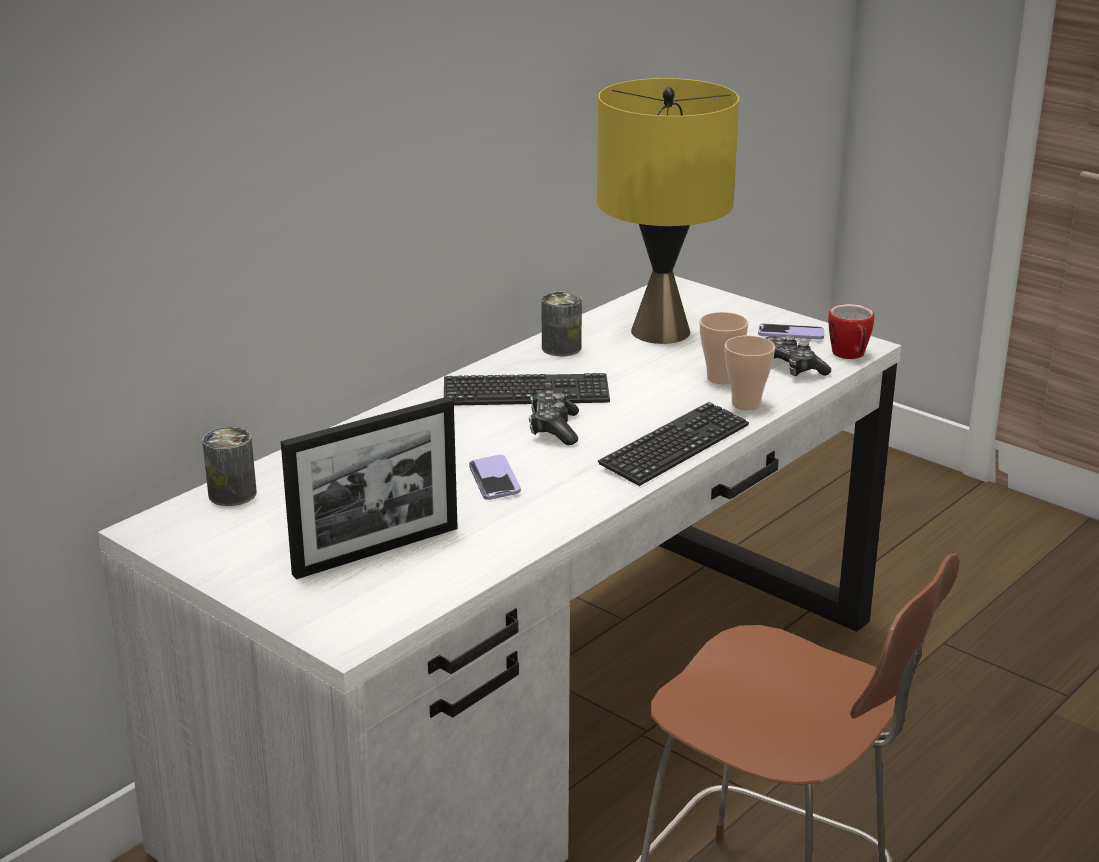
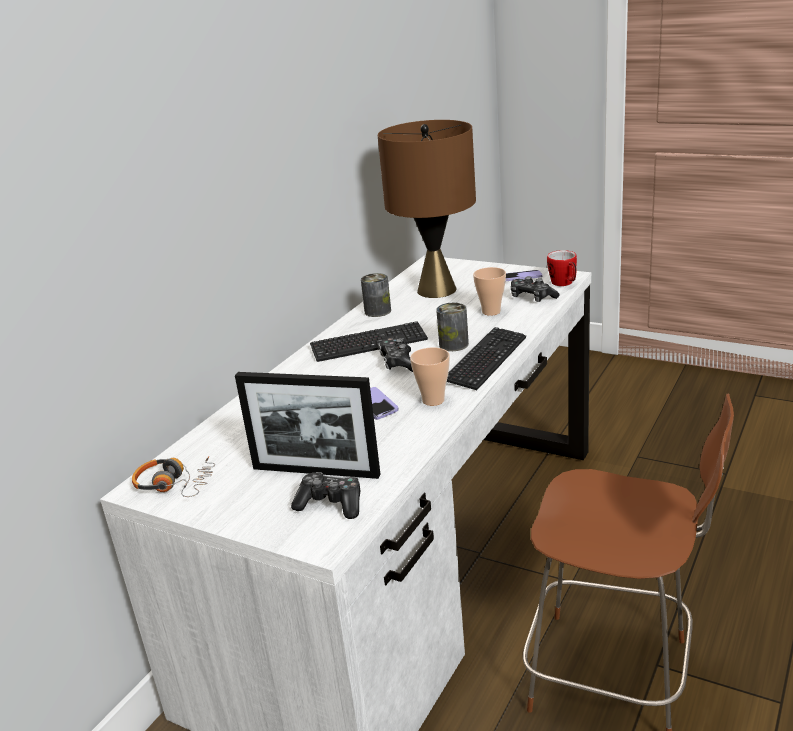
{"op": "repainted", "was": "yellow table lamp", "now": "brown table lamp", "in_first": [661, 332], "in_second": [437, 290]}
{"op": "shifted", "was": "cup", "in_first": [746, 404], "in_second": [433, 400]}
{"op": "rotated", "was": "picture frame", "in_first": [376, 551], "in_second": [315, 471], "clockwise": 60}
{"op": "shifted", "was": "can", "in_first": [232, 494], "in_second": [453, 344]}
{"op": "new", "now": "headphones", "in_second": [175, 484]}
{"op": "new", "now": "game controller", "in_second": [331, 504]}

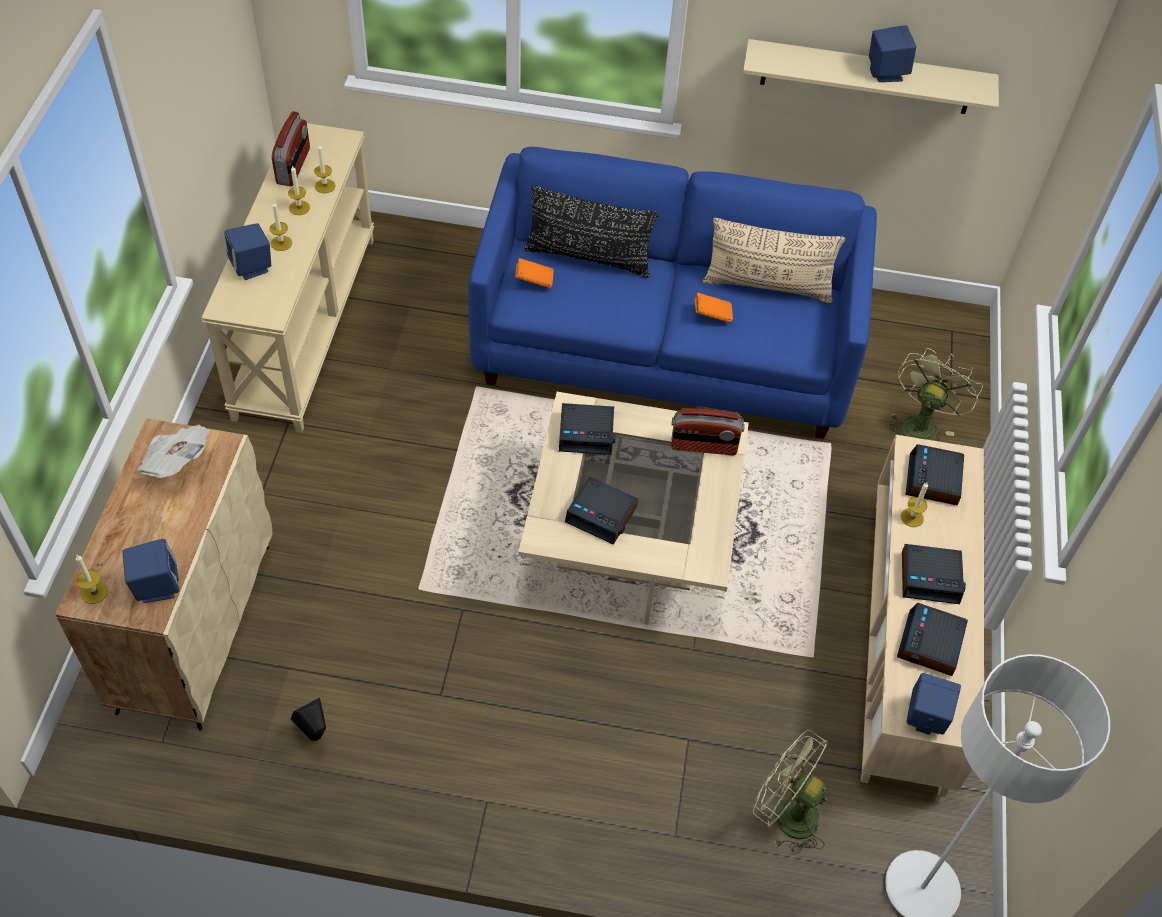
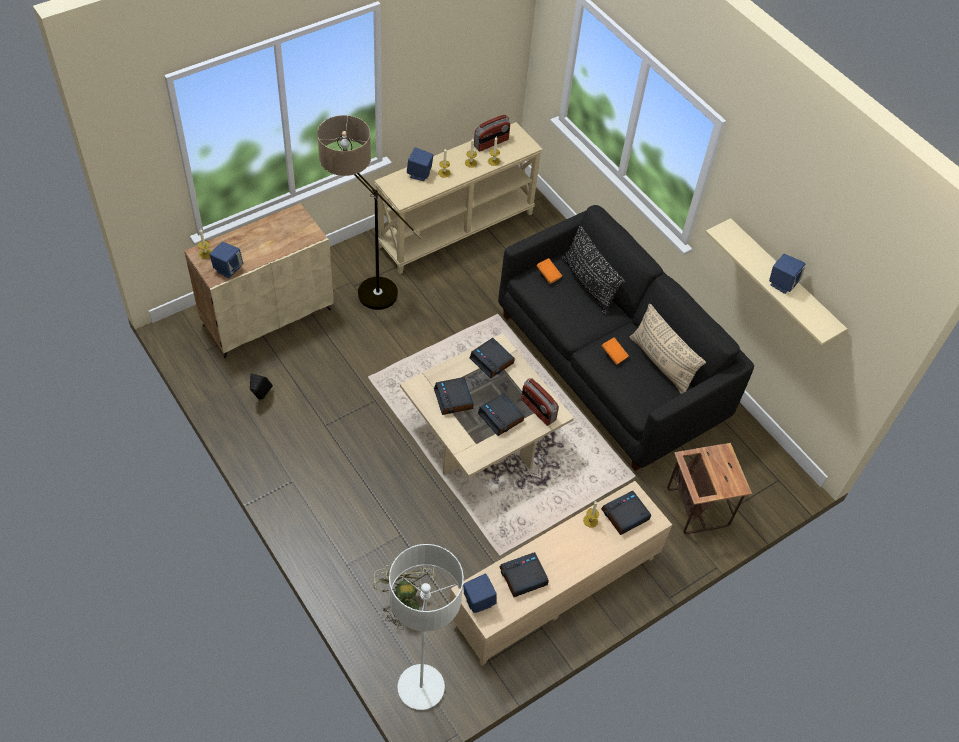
{"op": "repainted", "was": "blue sofa", "now": "black sofa", "in_first": [665, 348], "in_second": [610, 367]}
{"op": "swapped", "was": "green fan", "now": "side table", "in_first": [920, 424], "in_second": [697, 507]}
{"op": "gone", "was": "newspaper", "in_first": [176, 462]}
{"op": "shifted", "was": "alarm clock", "in_first": [930, 577], "in_second": [501, 417]}
{"op": "new", "now": "floor lamp", "in_second": [363, 288]}

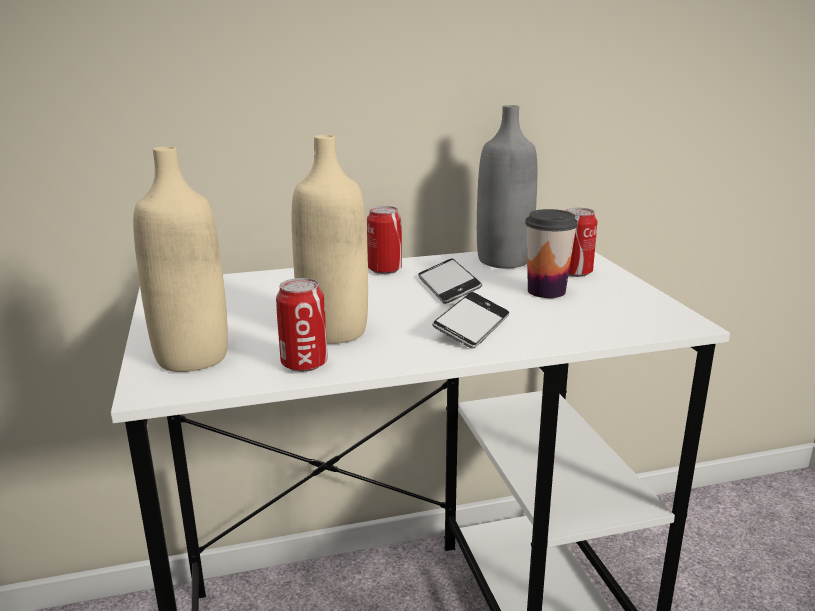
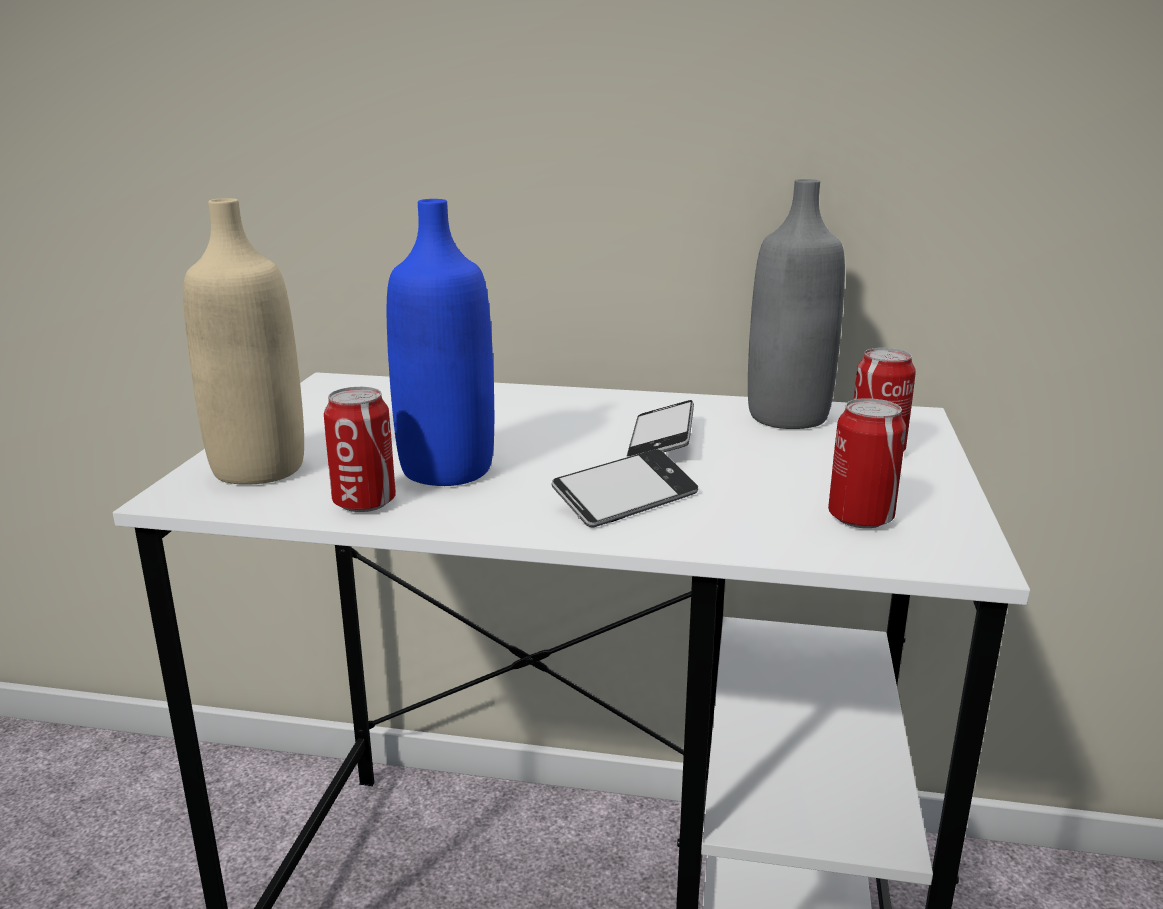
{"op": "repainted", "was": "beige bottle", "now": "blue bottle", "in_first": [334, 331], "in_second": [447, 469]}
{"op": "shifted", "was": "can", "in_first": [385, 270], "in_second": [860, 518]}
{"op": "gone", "was": "cup", "in_first": [546, 291]}

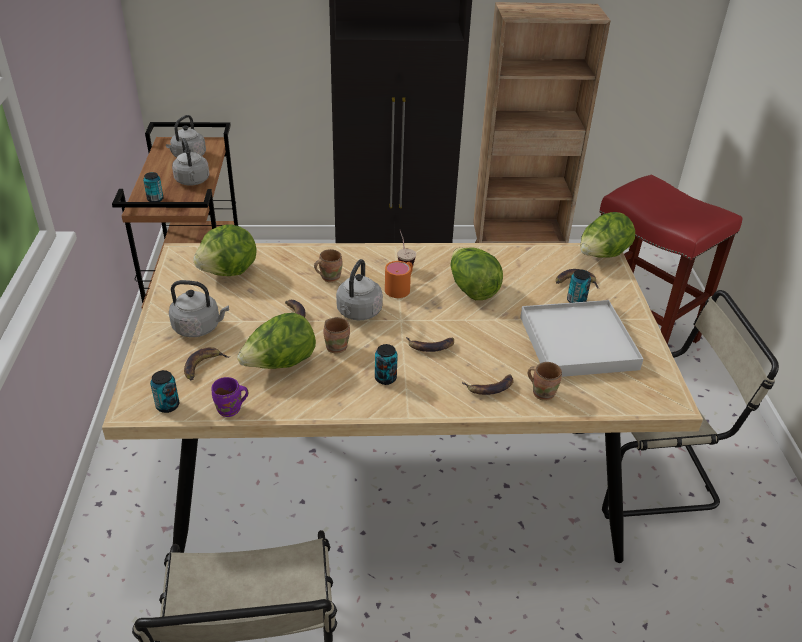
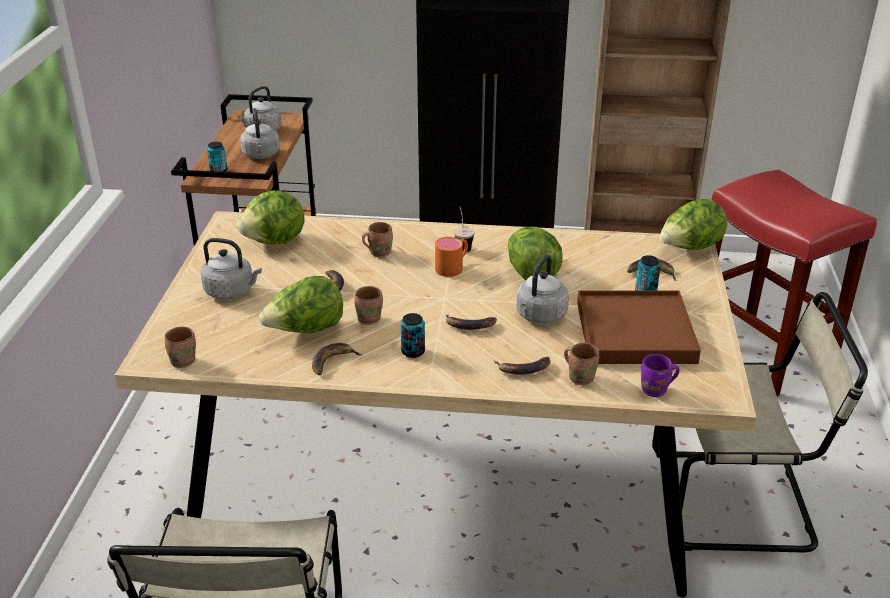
{"op": "shifted", "was": "grey kettle", "in_first": [358, 313], "in_second": [540, 316]}
{"op": "repainted", "was": "white tray", "now": "brown tray", "in_first": [577, 342], "in_second": [634, 332]}
{"op": "shifted", "was": "banana", "in_first": [203, 366], "in_second": [332, 362]}
{"op": "swapped", "was": "can", "now": "brown mug", "in_first": [167, 406], "in_second": [183, 360]}
{"op": "shifted", "was": "purple mug", "in_first": [230, 410], "in_second": [656, 391]}

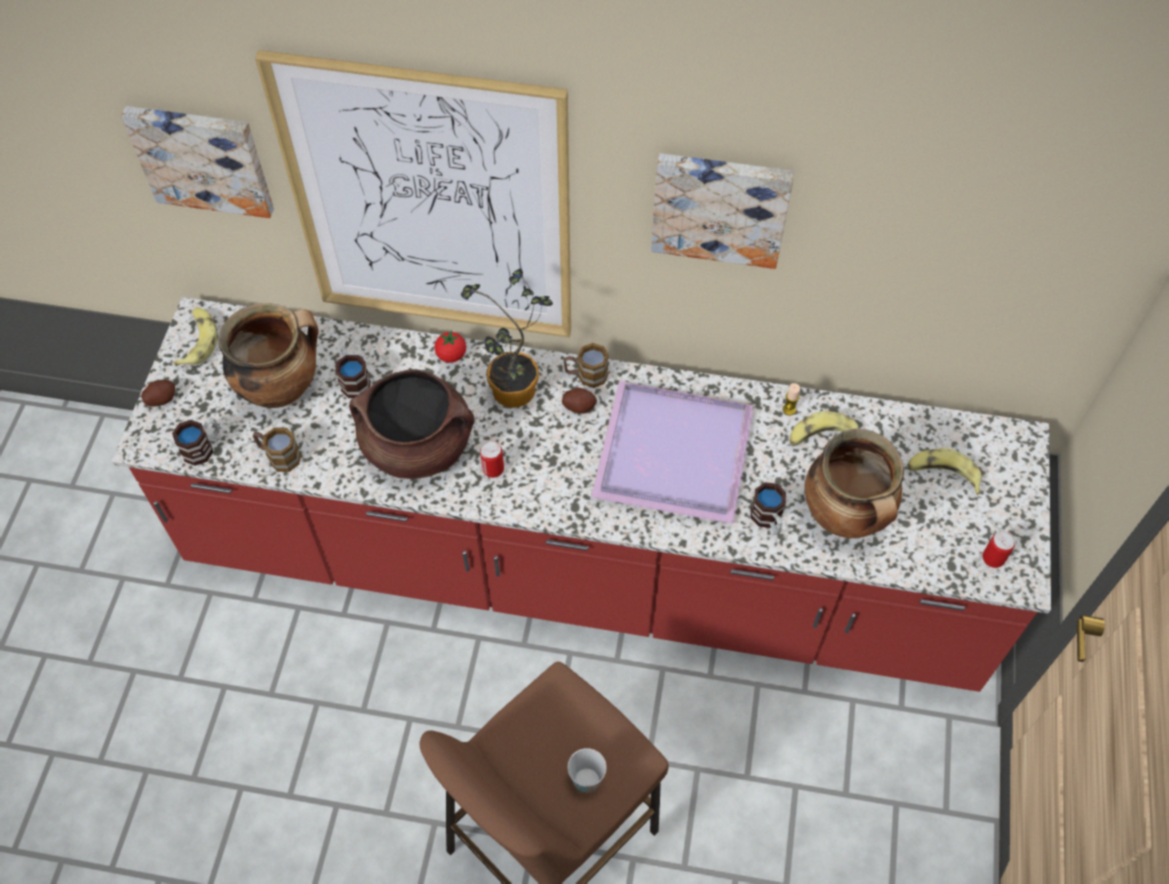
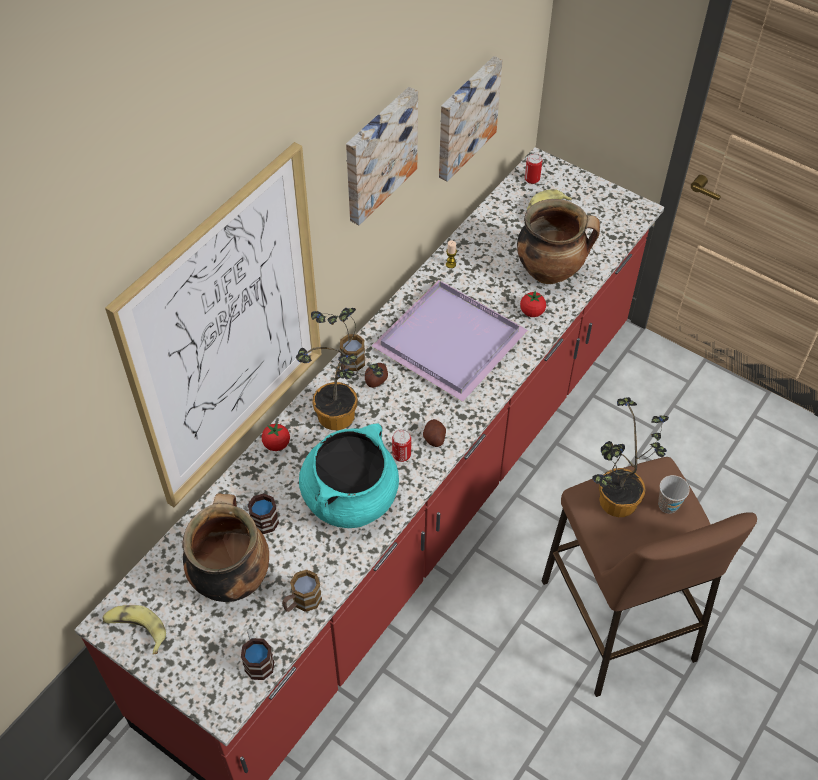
{"op": "shifted", "was": "picture", "in_first": [202, 158], "in_second": [465, 117]}
{"op": "repainted", "was": "brown cooking pot", "now": "turquoise cooking pot", "in_first": [418, 445], "in_second": [350, 497]}
{"op": "shifted", "was": "potato", "in_first": [161, 399], "in_second": [434, 438]}
{"op": "gone", "was": "banana", "in_first": [822, 437]}
{"op": "swapped", "was": "mug", "now": "tomato", "in_first": [768, 520], "in_second": [532, 312]}
{"op": "shifted", "was": "can", "in_first": [992, 559], "in_second": [532, 179]}
{"op": "new", "now": "potted plant", "in_second": [613, 504]}

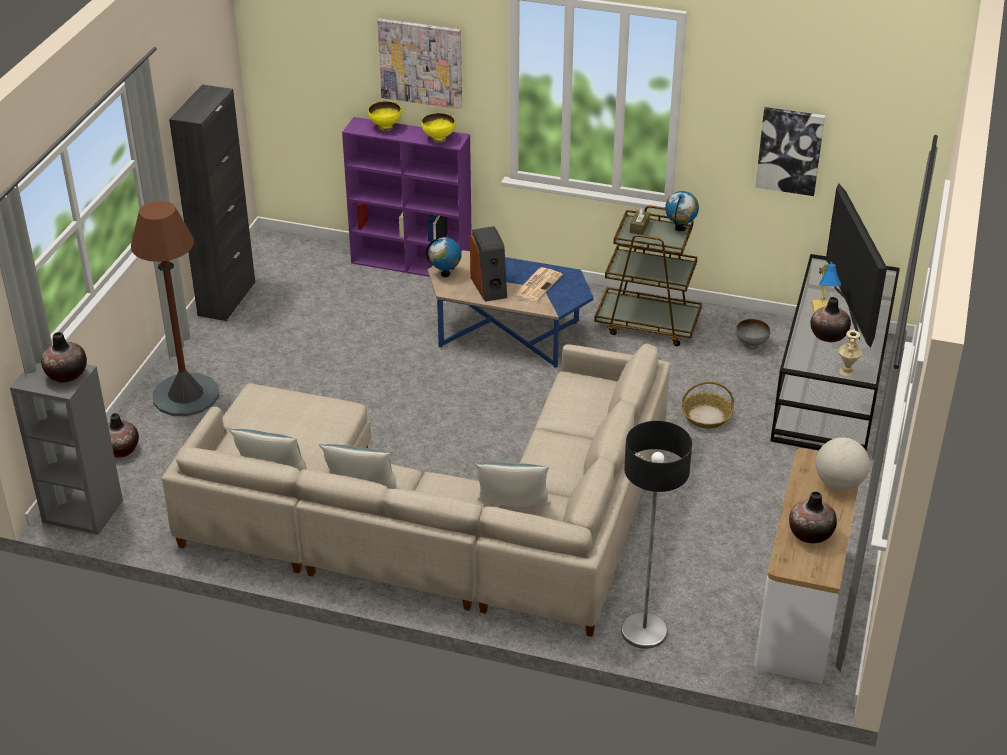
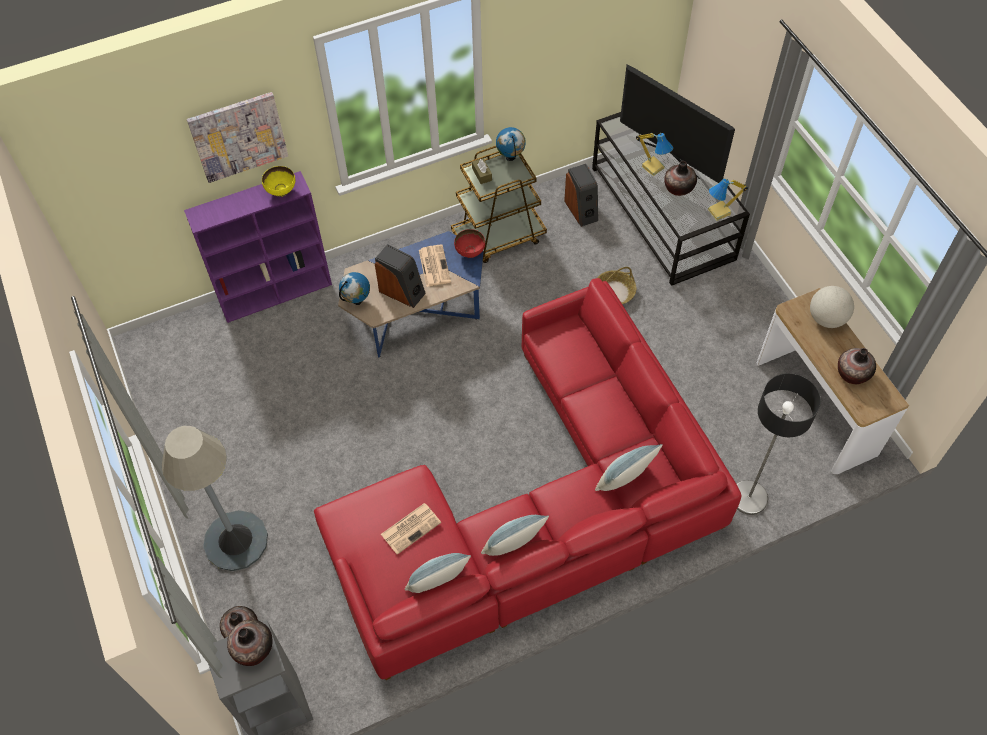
{"op": "gone", "was": "black cabinet", "in_first": [226, 299]}
{"op": "gone", "was": "yellow bowl", "in_first": [385, 127]}
{"op": "gone", "was": "picture", "in_first": [790, 150]}
{"op": "repainted", "was": "brown floor lamp", "now": "grey floor lamp", "in_first": [185, 395], "in_second": [235, 541]}
{"op": "swapped", "was": "grey bowl", "now": "speaker", "in_first": [751, 345], "in_second": [581, 210]}
{"op": "swapped", "was": "beige vase", "now": "table lamp", "in_first": [847, 371], "in_second": [720, 212]}
{"op": "repainted", "was": "beige sofa", "now": "red sofa", "in_first": [438, 519], "in_second": [536, 509]}
{"op": "new", "now": "red bowl", "in_second": [470, 252]}
{"op": "new", "now": "newspaper", "in_second": [411, 527]}

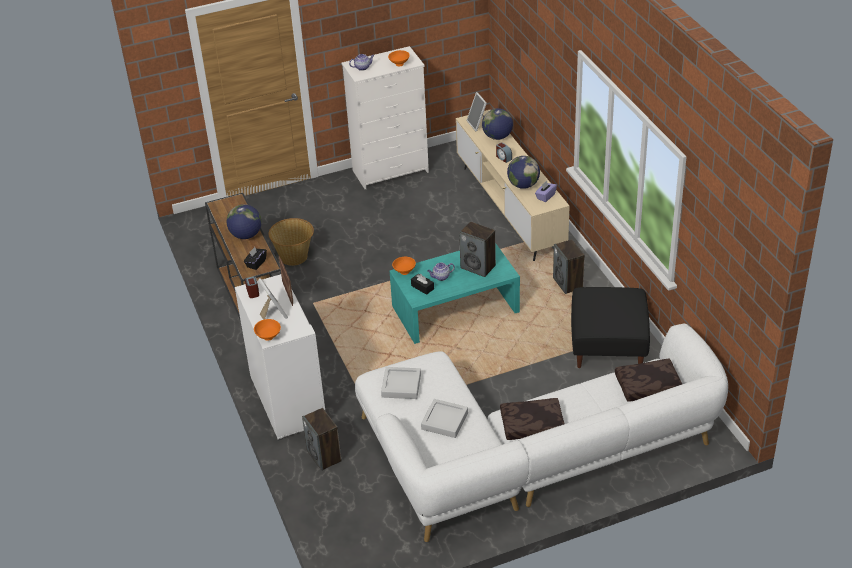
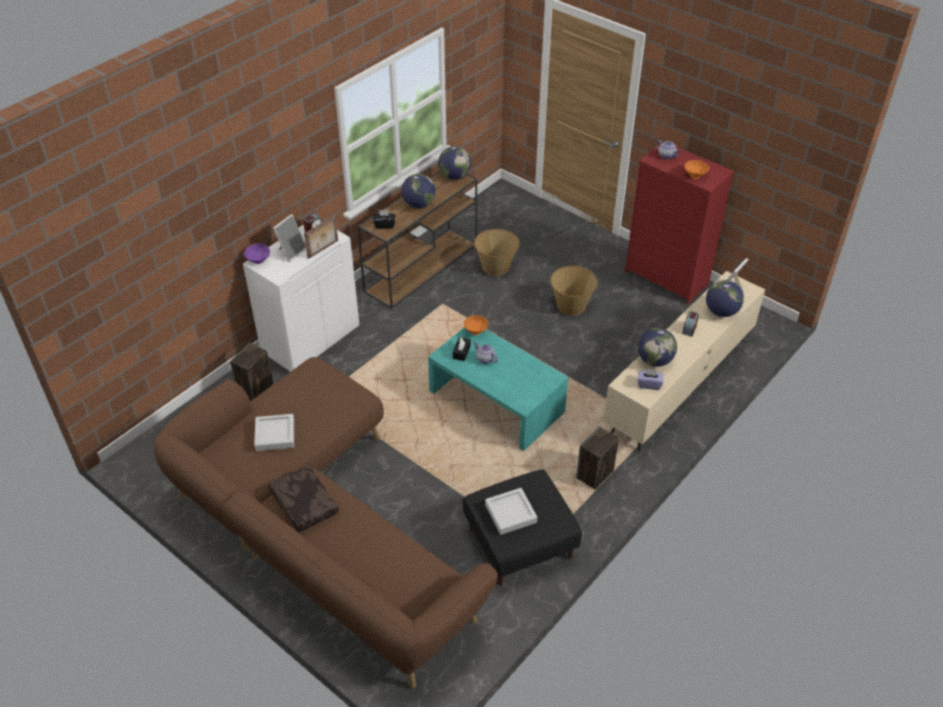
{"op": "repainted", "was": "white dresser", "now": "red dresser", "in_first": [391, 171], "in_second": [666, 278]}
{"op": "gone", "was": "speaker", "in_first": [478, 267]}
{"op": "repainted", "was": "orange bowl", "now": "purple bowl", "in_first": [269, 336], "in_second": [259, 261]}
{"op": "repainted", "was": "white sofa", "now": "brown sofa", "in_first": [524, 456], "in_second": [320, 530]}
{"op": "gone", "was": "brown pillow", "in_first": [648, 386]}
{"op": "shifted", "was": "grey tray", "in_first": [401, 386], "in_second": [510, 513]}
{"op": "new", "now": "globe", "in_second": [454, 176]}
{"op": "new", "now": "basket", "in_second": [571, 305]}

